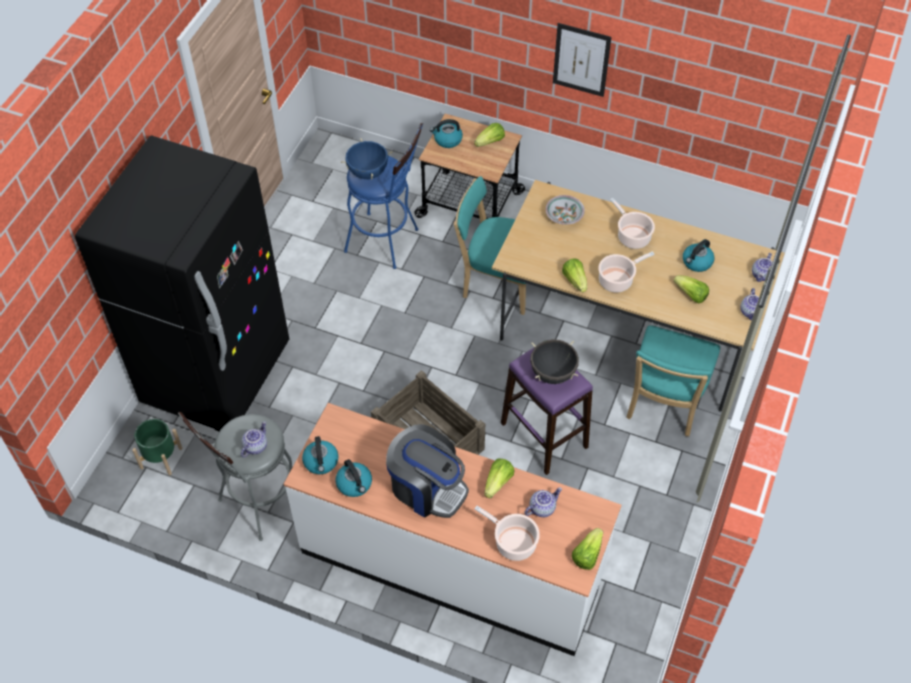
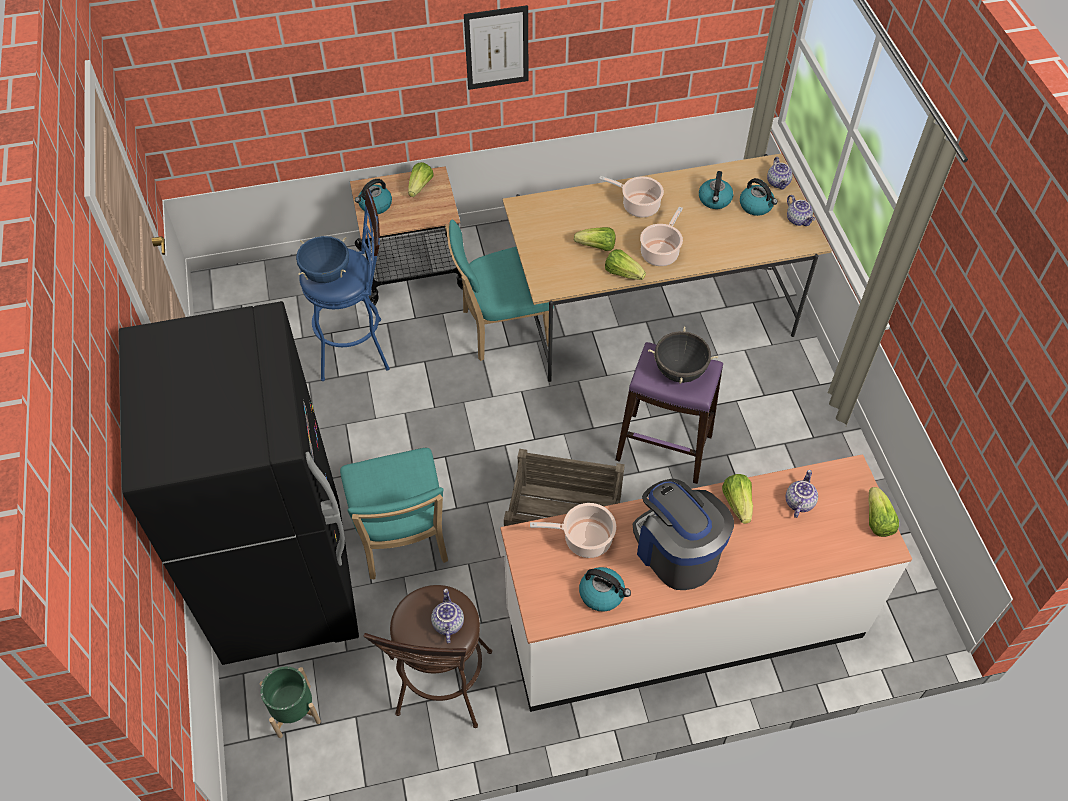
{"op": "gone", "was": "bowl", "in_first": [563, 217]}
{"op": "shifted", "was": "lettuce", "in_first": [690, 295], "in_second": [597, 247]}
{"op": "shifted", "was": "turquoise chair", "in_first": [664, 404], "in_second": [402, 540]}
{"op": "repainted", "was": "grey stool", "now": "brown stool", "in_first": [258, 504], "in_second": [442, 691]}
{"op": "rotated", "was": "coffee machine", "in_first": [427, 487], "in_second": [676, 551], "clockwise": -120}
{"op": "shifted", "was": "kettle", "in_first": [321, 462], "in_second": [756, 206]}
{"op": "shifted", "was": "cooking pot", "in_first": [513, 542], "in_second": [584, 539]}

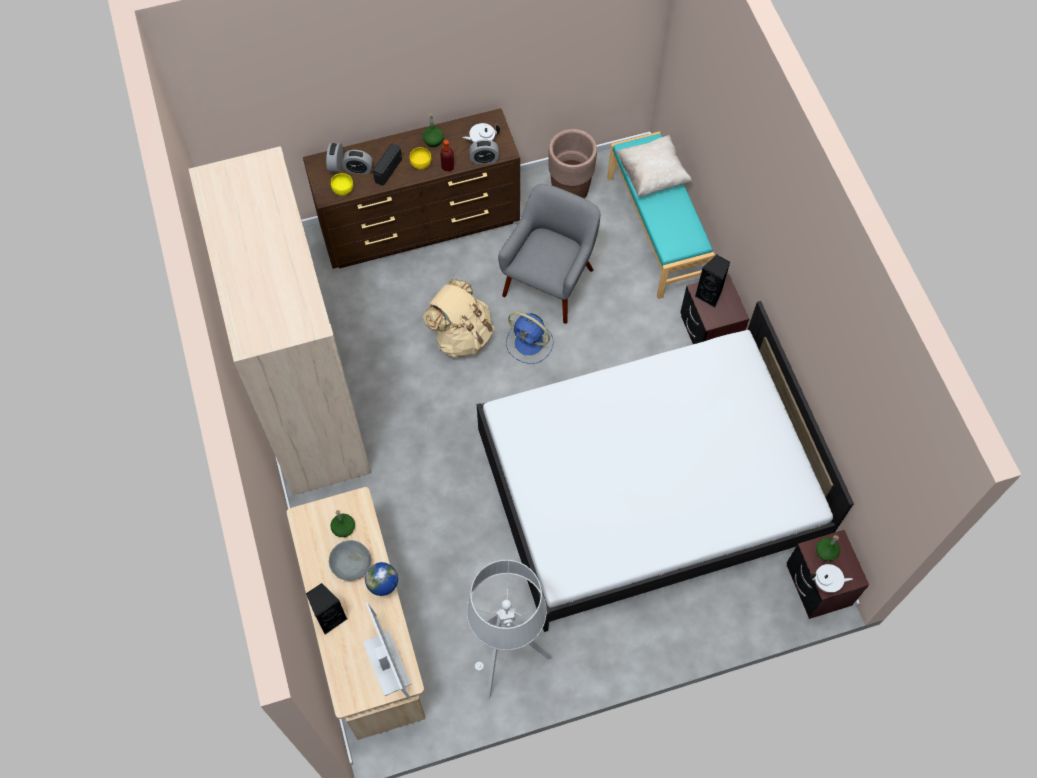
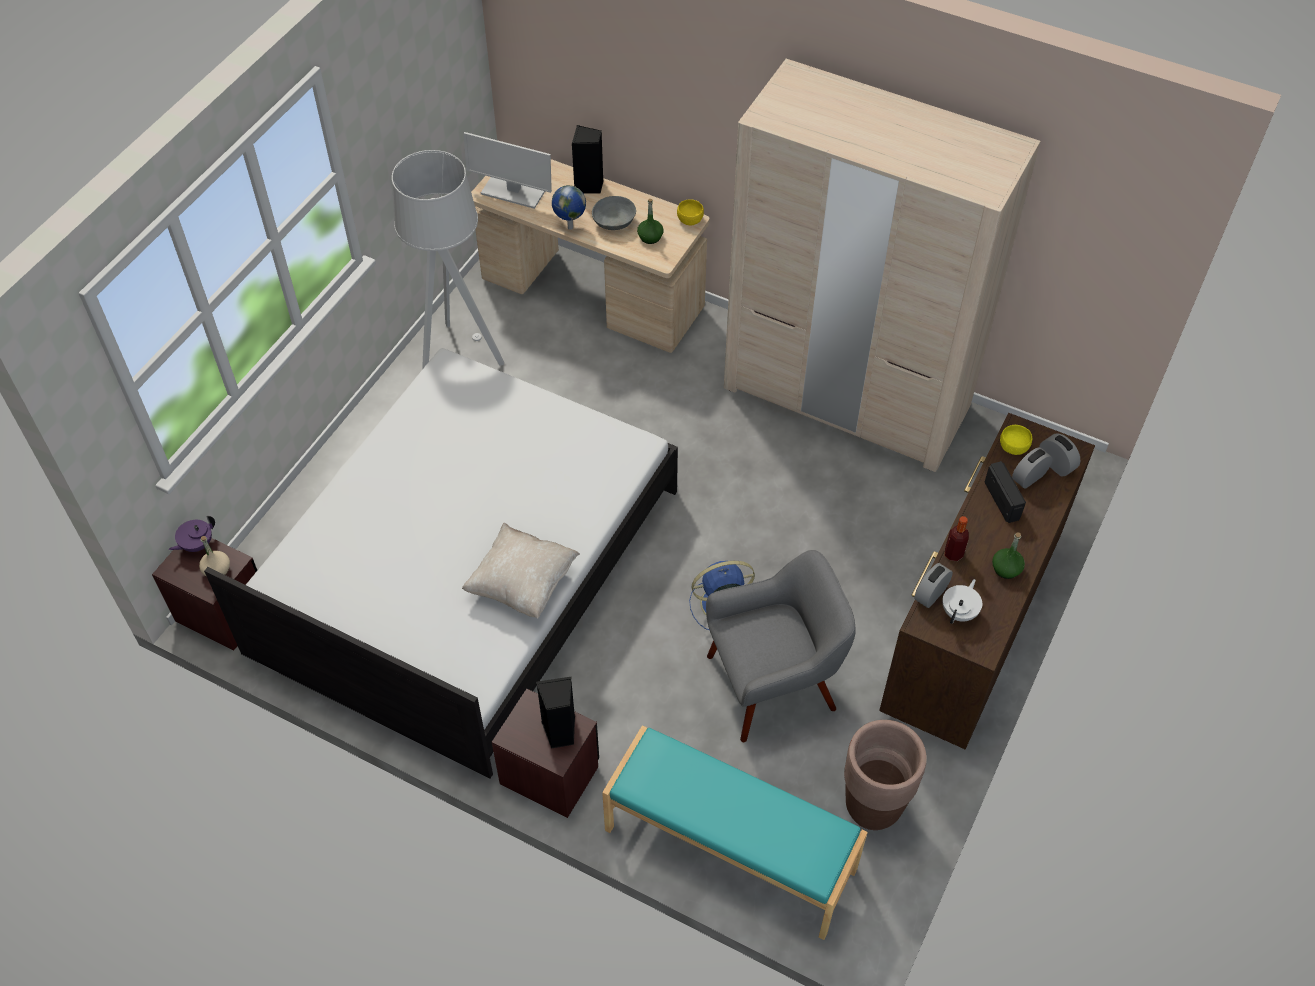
{"op": "shifted", "was": "beige pillow", "in_first": [652, 176], "in_second": [522, 584]}
{"op": "shifted", "was": "yellow bowl", "in_first": [421, 164], "in_second": [689, 219]}
{"op": "rotated", "was": "grey armchair", "in_first": [550, 281], "in_second": [773, 683], "clockwise": -90}
{"op": "gone", "was": "beige backpack", "in_first": [462, 335]}
{"op": "repainted", "was": "green bottle", "now": "beige bottle", "in_first": [826, 552], "in_second": [217, 570]}
{"op": "repainted", "was": "white teapot", "now": "purple teapot", "in_first": [826, 583], "in_second": [197, 544]}

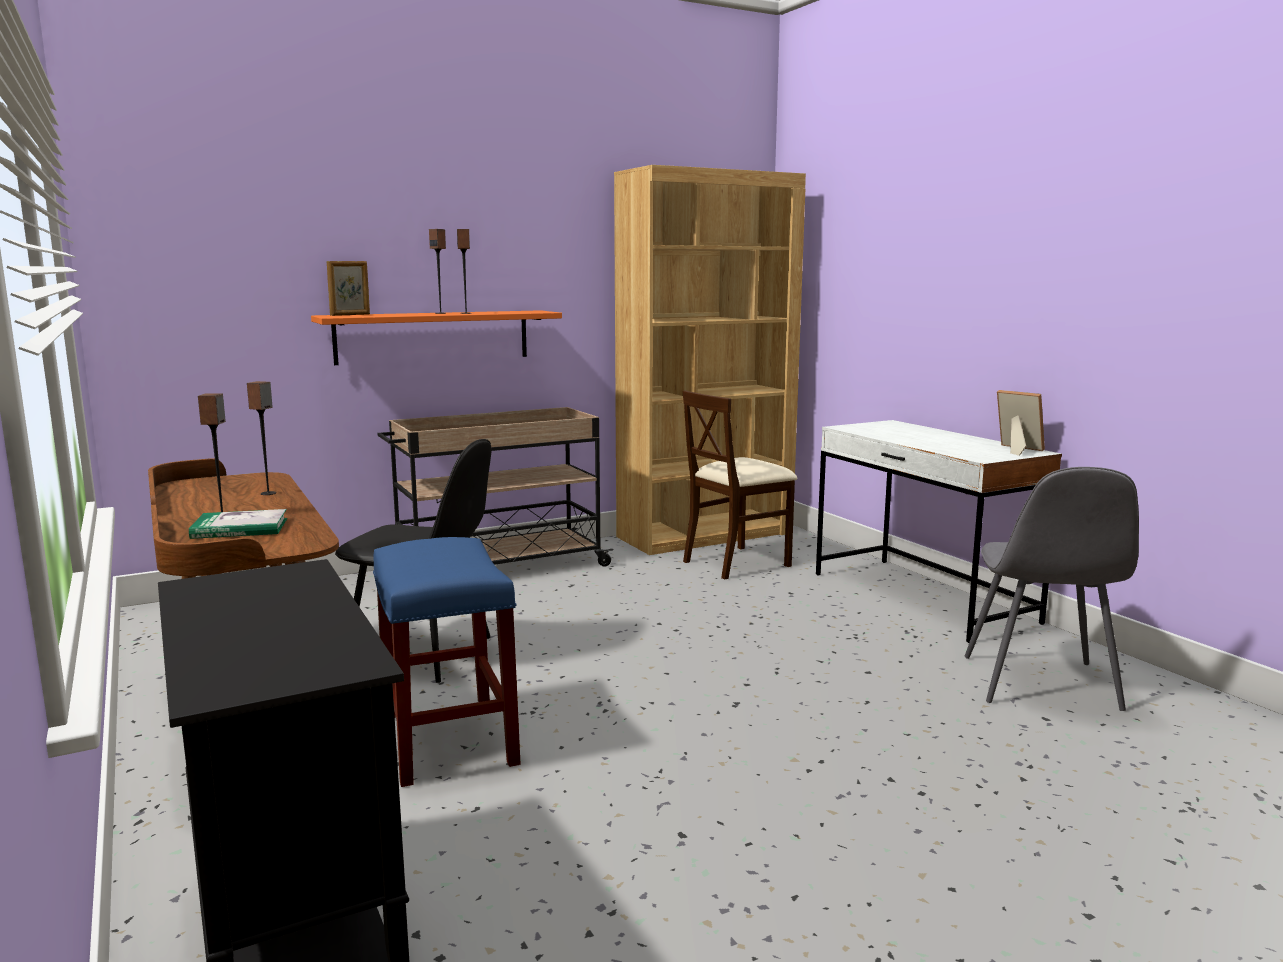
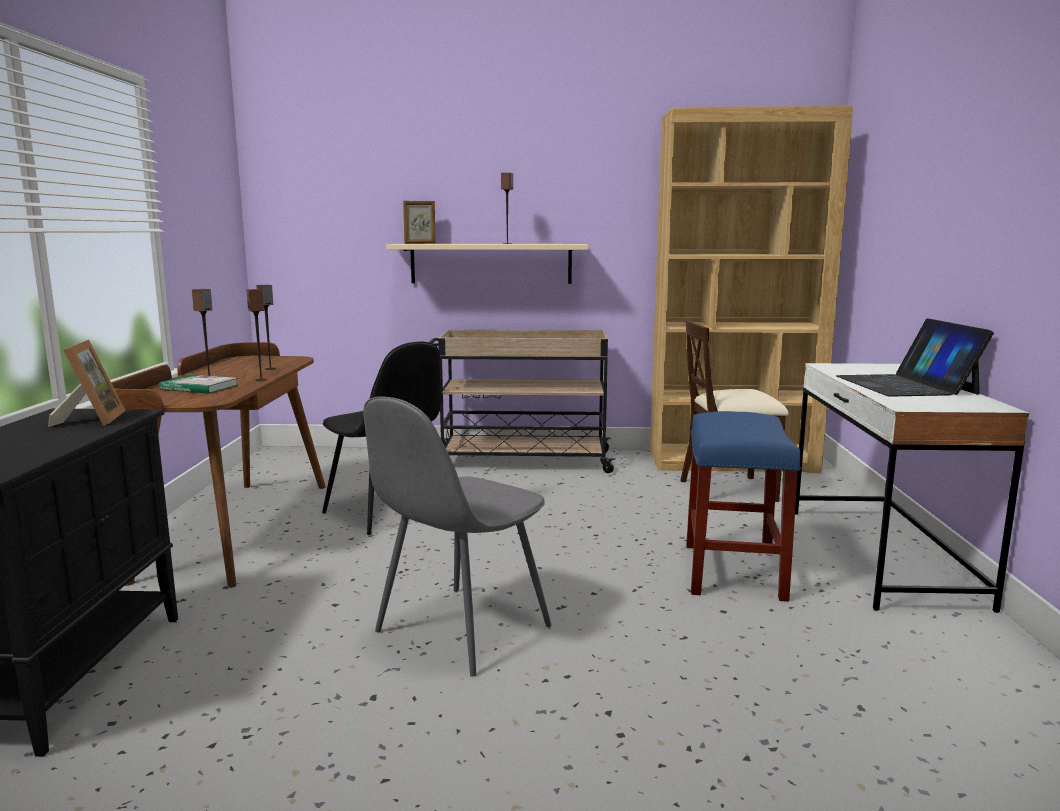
{"op": "shifted", "was": "speaker", "in_first": [440, 313], "in_second": [261, 380]}
{"op": "repainted", "was": "orange shelf", "now": "beige shelf", "in_first": [433, 336], "in_second": [491, 263]}
{"op": "shifted", "was": "picture frame", "in_first": [1015, 450], "in_second": [91, 419]}
{"op": "shifted", "was": "grey chair", "in_first": [1040, 684], "in_second": [459, 631]}
{"op": "shifted", "was": "blue stool", "in_first": [447, 738], "in_second": [732, 570]}
{"op": "new", "now": "laptop", "in_second": [906, 385]}

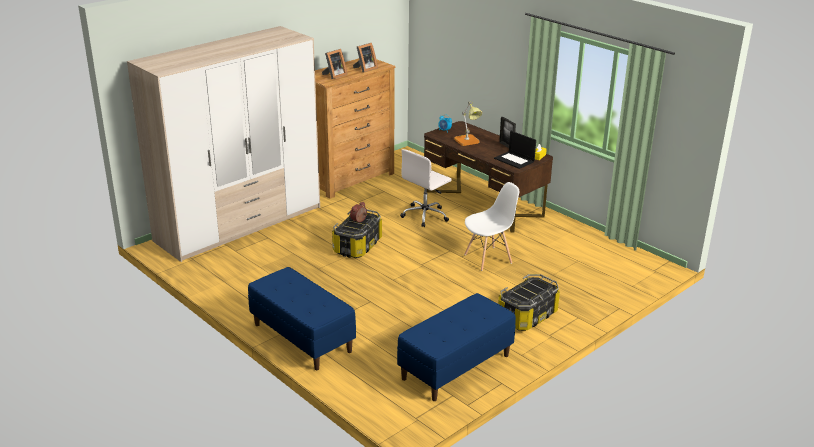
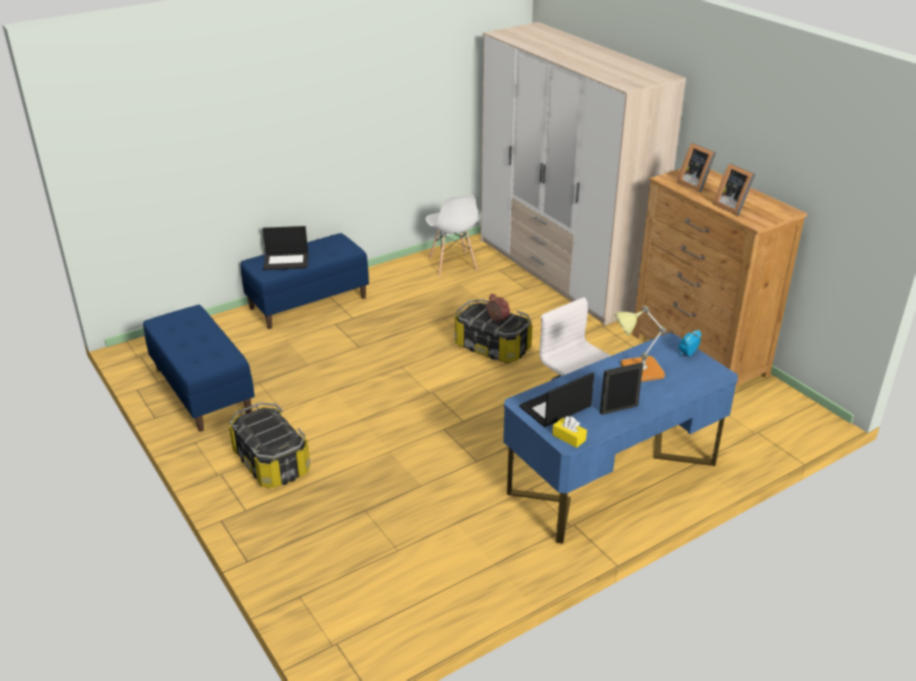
{"op": "repainted", "was": "brown desk", "now": "blue desk", "in_first": [483, 203], "in_second": [612, 477]}
{"op": "shifted", "was": "white chair", "in_first": [488, 258], "in_second": [452, 264]}
{"op": "new", "now": "laptop", "in_second": [287, 261]}

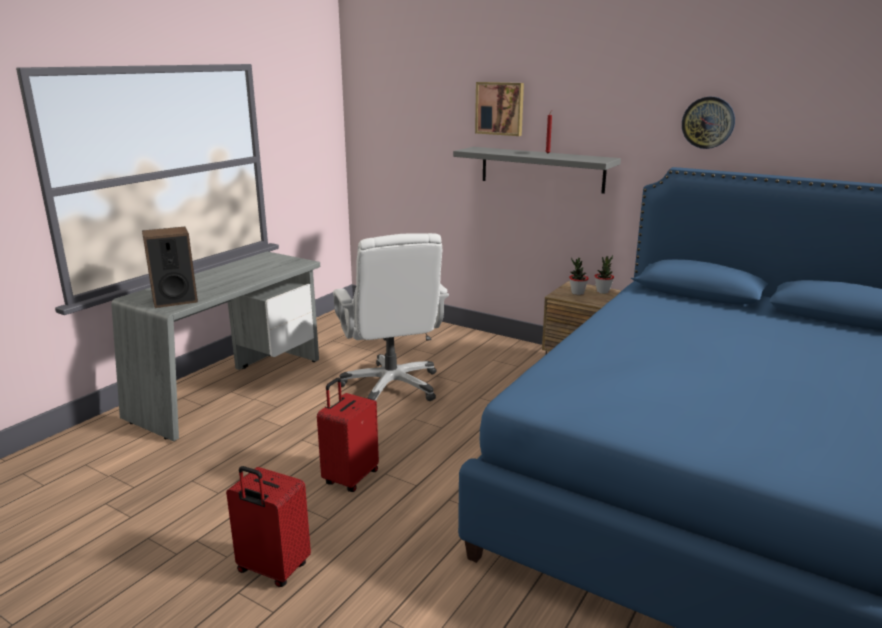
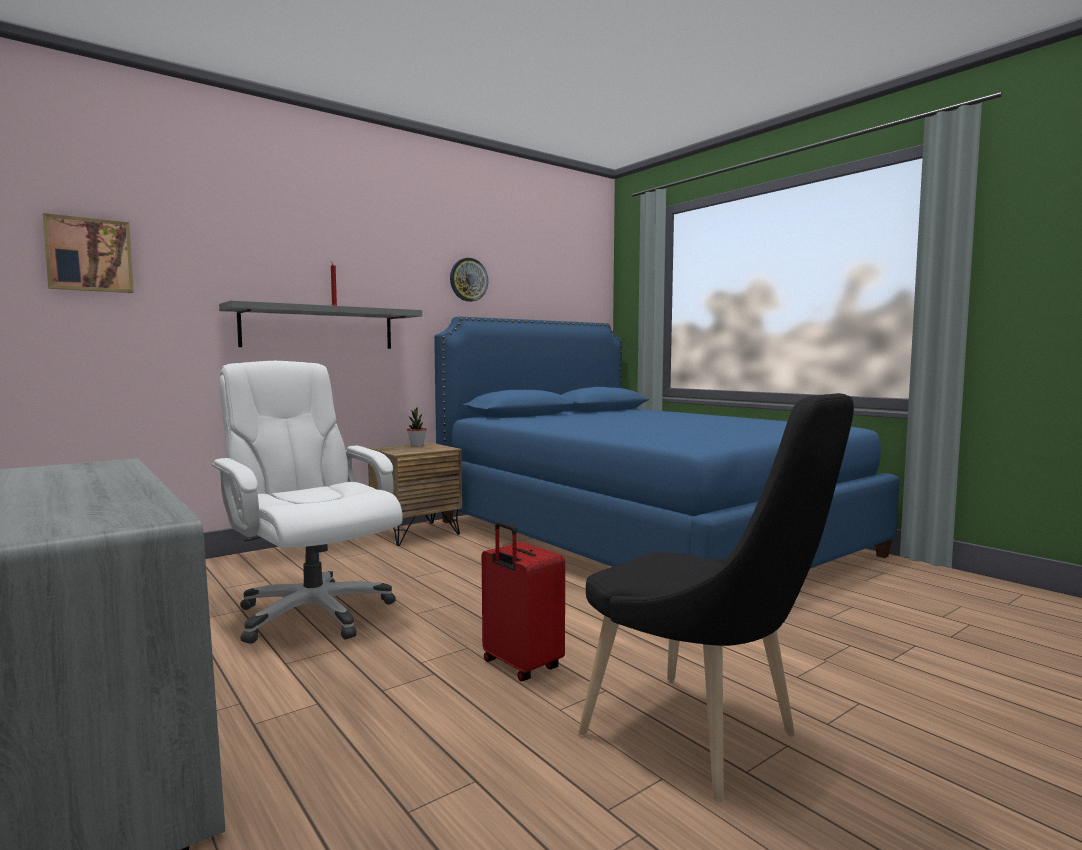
{"op": "shifted", "was": "picture", "in_first": [500, 108], "in_second": [89, 255]}
{"op": "gone", "was": "speaker", "in_first": [174, 300]}
{"op": "rotated", "was": "white office chair", "in_first": [392, 386], "in_second": [313, 613], "clockwise": -135}
{"op": "gone", "was": "potted plant", "in_first": [577, 293]}
{"op": "swapped", "was": "red suitcase", "now": "black chair", "in_first": [272, 569], "in_second": [702, 740]}

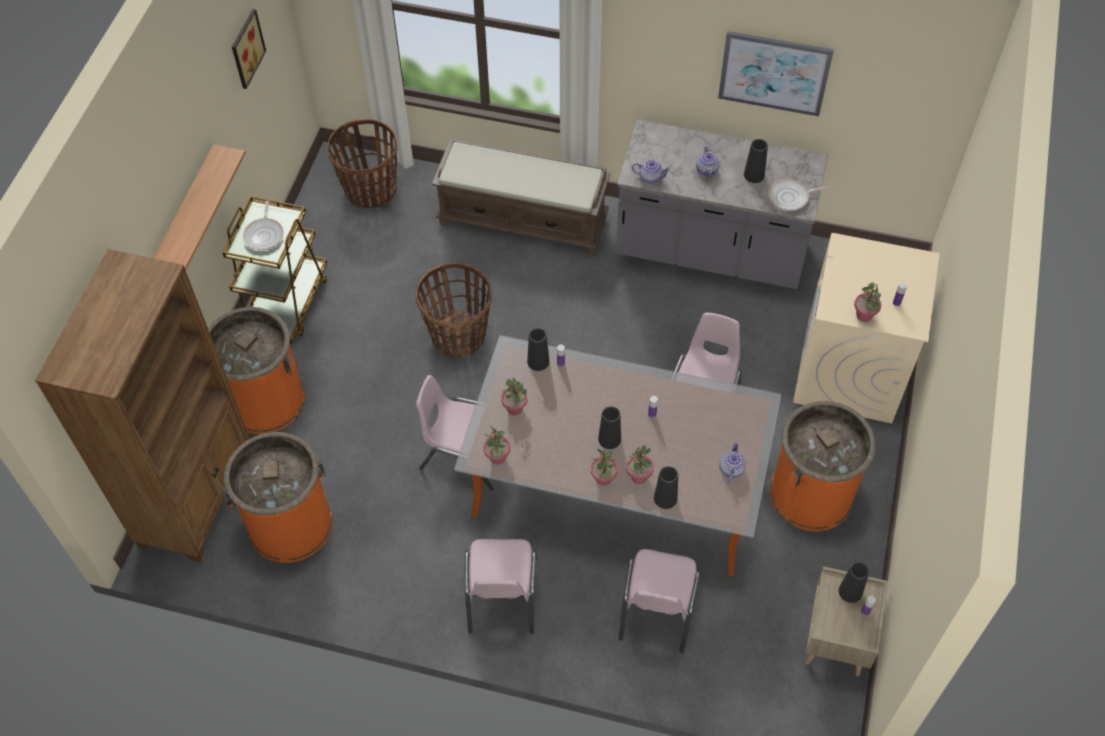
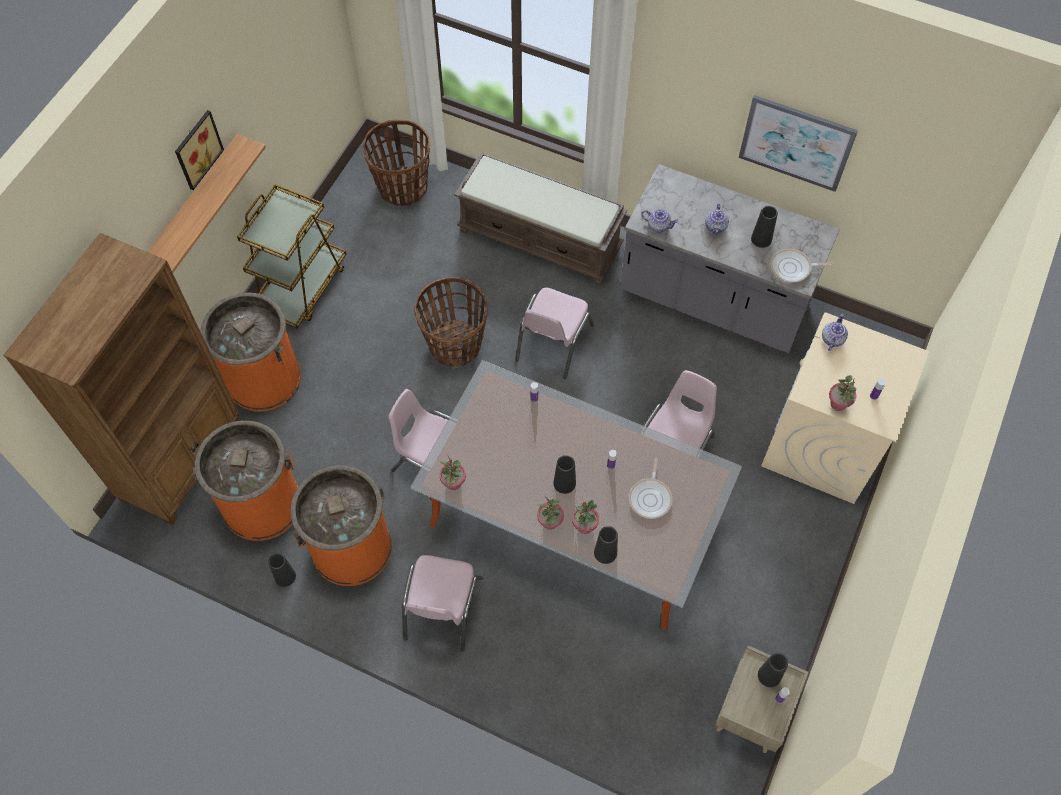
{"op": "shifted", "was": "picture", "in_first": [245, 48], "in_second": [196, 149]}
{"op": "shifted", "was": "frying pan", "in_first": [265, 234], "in_second": [651, 497]}
{"op": "shifted", "was": "black vase", "in_first": [538, 361], "in_second": [285, 576]}
{"op": "gone", "was": "potted plant", "in_first": [515, 408]}
{"op": "shifted", "was": "orange trash can", "in_first": [811, 493], "in_second": [351, 547]}
{"op": "shifted", "was": "teapot", "in_first": [731, 469], "in_second": [832, 339]}
{"op": "shifted", "was": "pink chair", "in_first": [657, 608], "in_second": [553, 342]}

